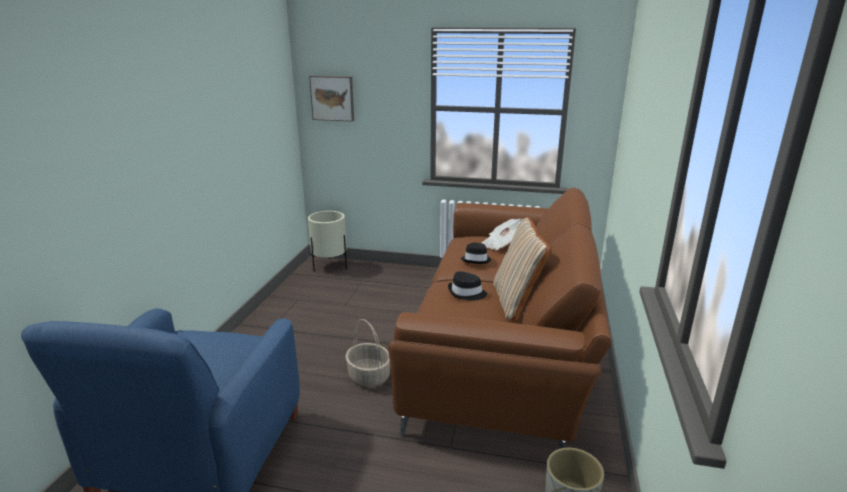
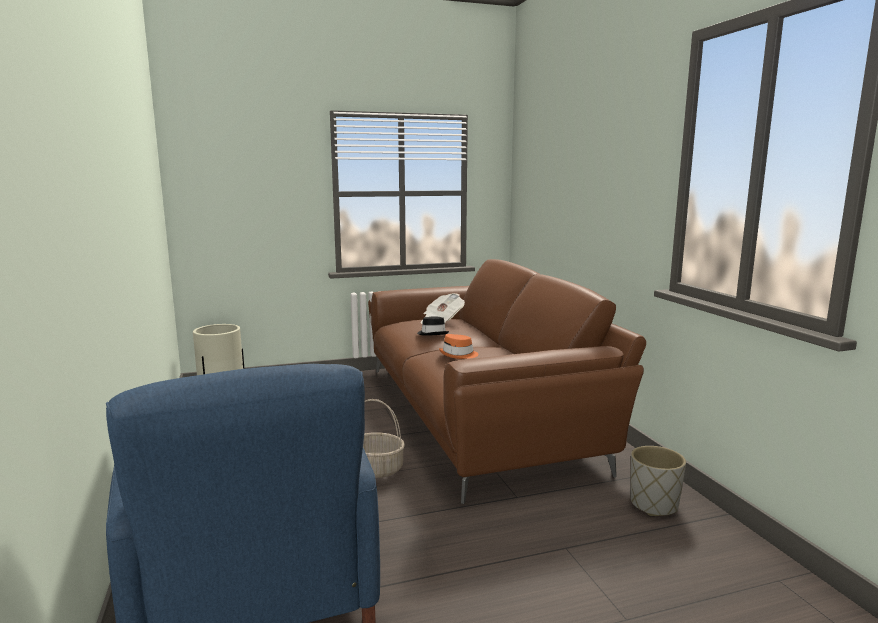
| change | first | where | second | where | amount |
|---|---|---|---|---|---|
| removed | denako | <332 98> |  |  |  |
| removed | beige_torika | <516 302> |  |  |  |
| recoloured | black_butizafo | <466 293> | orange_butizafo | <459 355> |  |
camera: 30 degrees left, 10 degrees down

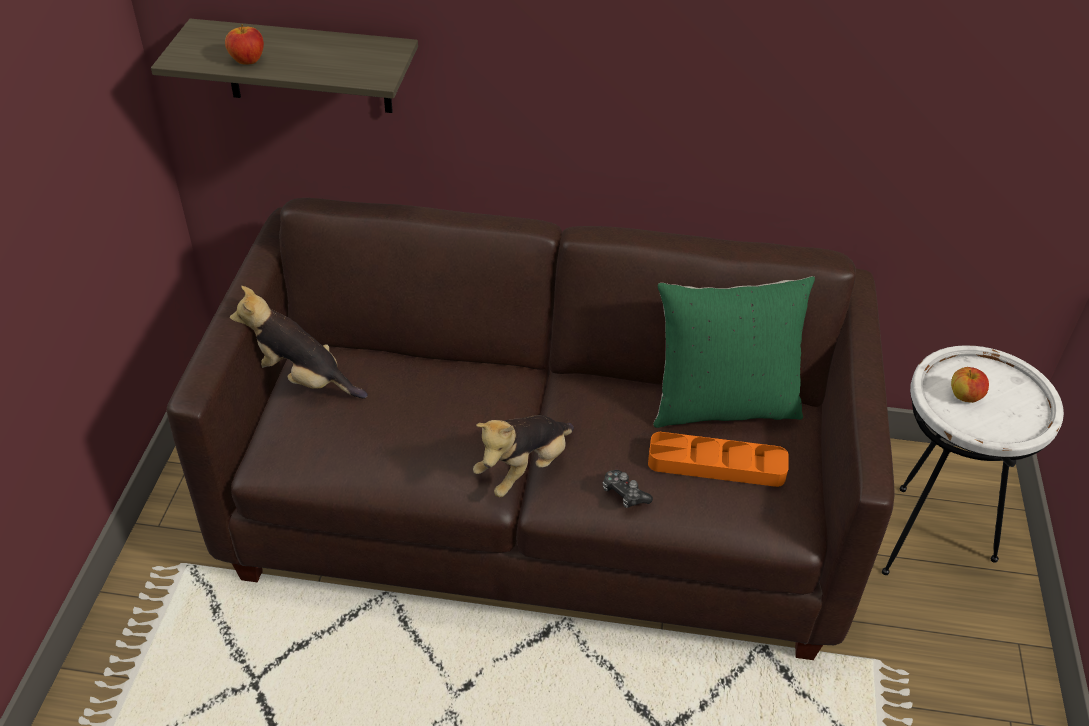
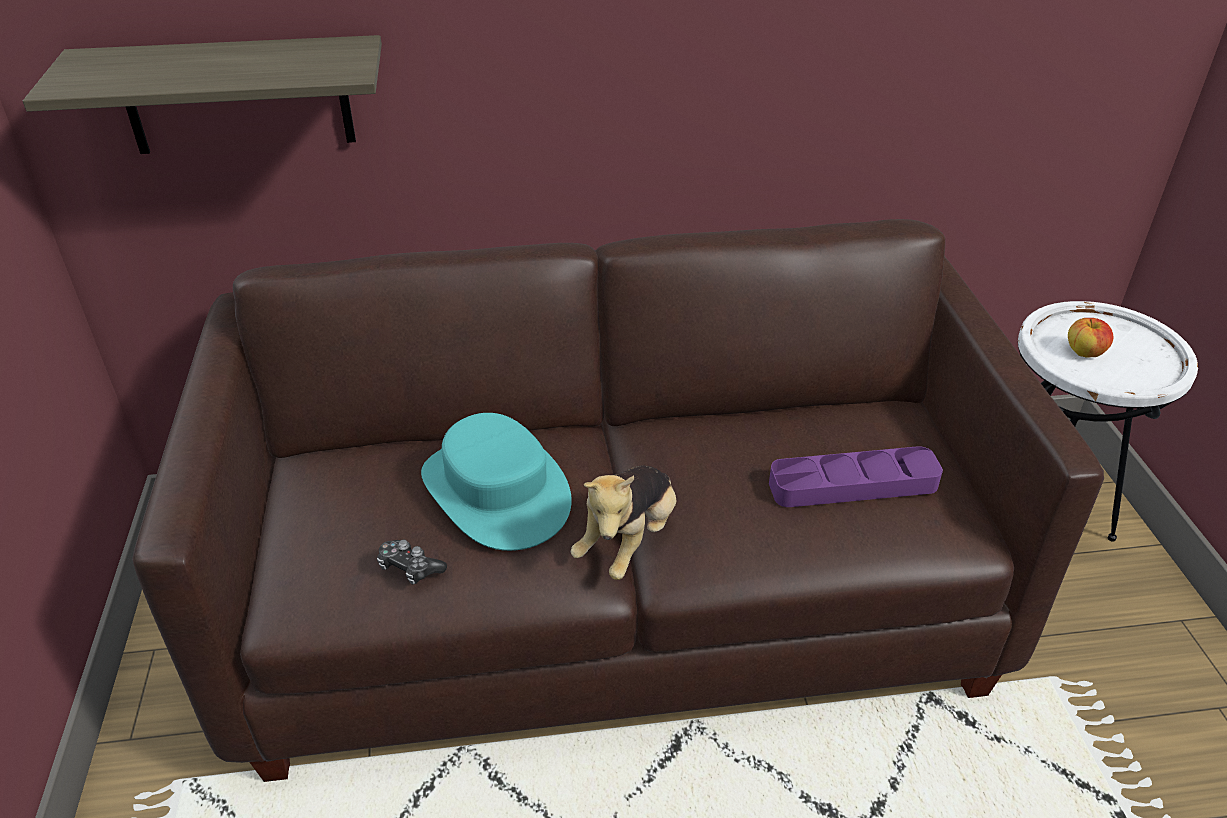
| change | first | where | second | where | amount |
|---|---|---|---|---|---|
| removed | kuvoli | <247 61> |  |  |  |
| removed | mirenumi | <302 379> |  |  |  |
| removed | green_torika | <723 405> |  |  |  |
| added |  |  | turquoise_butizafo | <497 491> |  |
| moved | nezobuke | <624 494> |  | <410 568> |  |
| recoloured | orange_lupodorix | <716 464> | purple_lupodorix | <853 484> |  |
camera: 15 degrees left, 5 degrees down

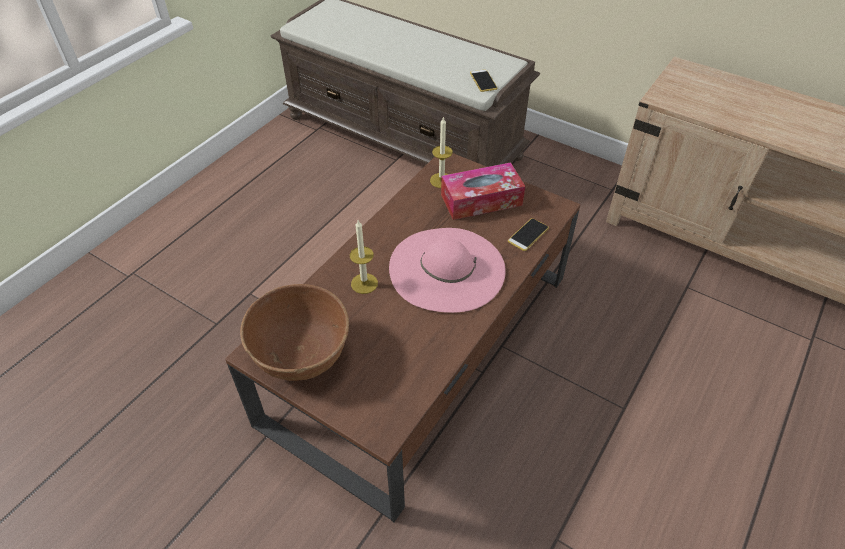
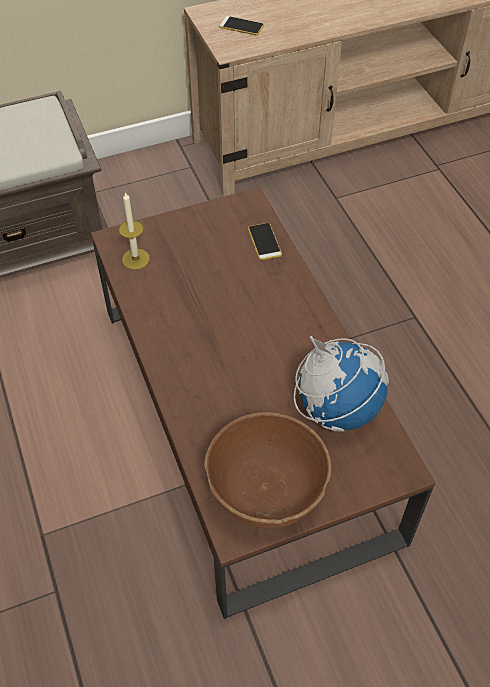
| change | first | where | second | where | amount |
|---|---|---|---|---|---|
| removed | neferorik | <364 283> |  |  |  |
| removed | pink_butizafo | <446 269> |  |  |  |
| removed | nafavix | <481 200> |  |  |  |
| added |  |  | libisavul | <337 408> |  |
| moved | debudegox | <483 81> |  | <241 26> |  |
camera: 55 degrees left, 5 degrees up

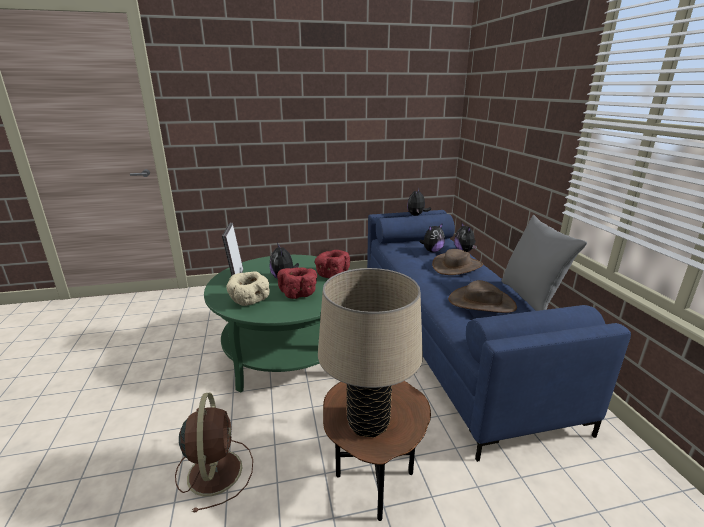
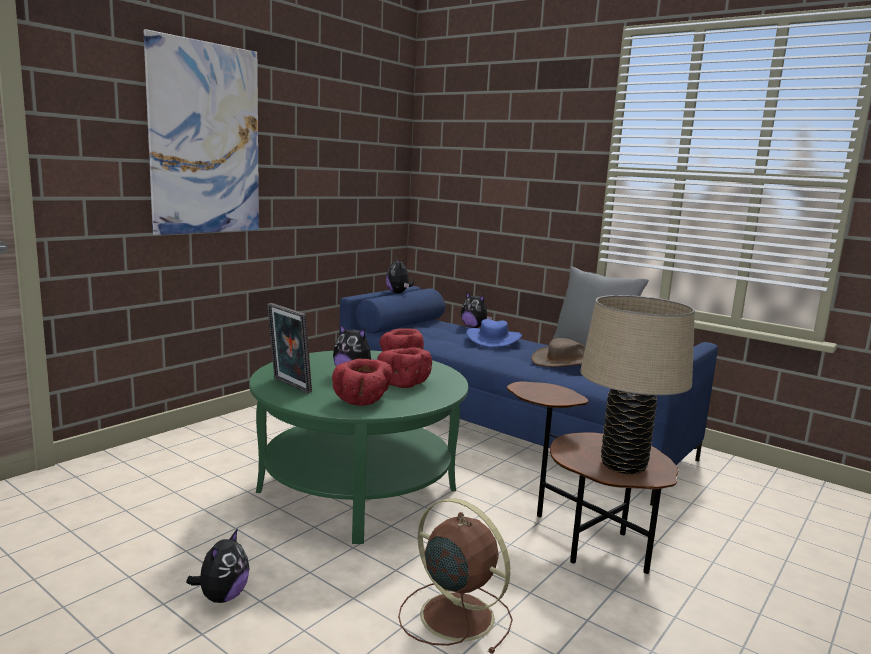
| change | first | where | second | where | amount |
|---|---|---|---|---|---|
| added |  |  | denako | <206 139> |  |
| moved | mirenumi | <432 251> |  | <222 597> |  |
| recoloured | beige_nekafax | <249 301> | red_nekafax | <362 401> |  |
| recoloured | brown_butizafo | <457 266> | blue_butizafo | <493 339> |  |
camera: 40 degrees left, 10 degrees down

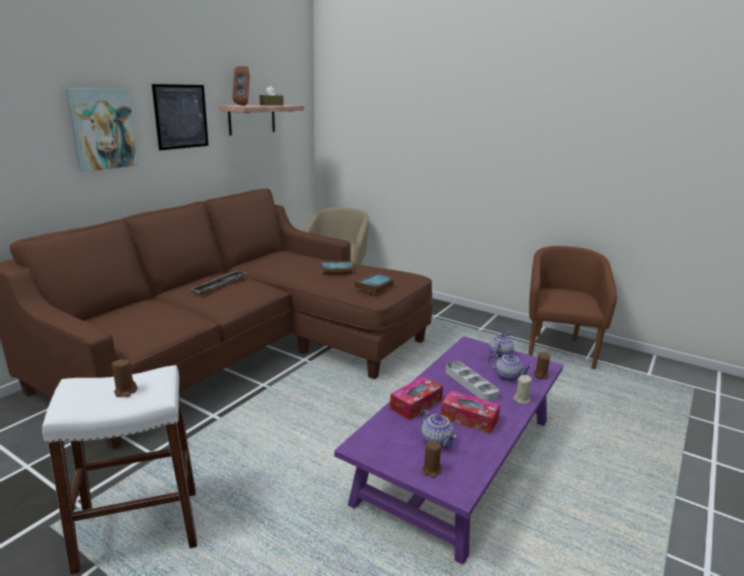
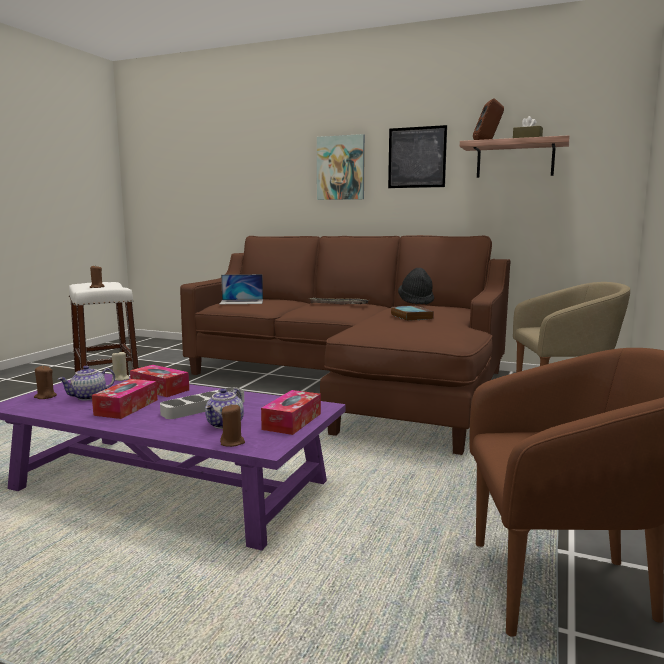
| change | first | where | second | where | amount |
|---|---|---|---|---|---|
| removed | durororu | <374 286> |  |  |  |
| added |  |  | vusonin | <242 302> |  |
| added |  |  | black_butizafo | <416 302> |  |
| moved | beige_neferorik | <521 399> |  | <120 378> |  |
| replaced | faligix | <499 355> | nafavix | <292 421> |  |
camera: 80 degrees right, 10 degrees down

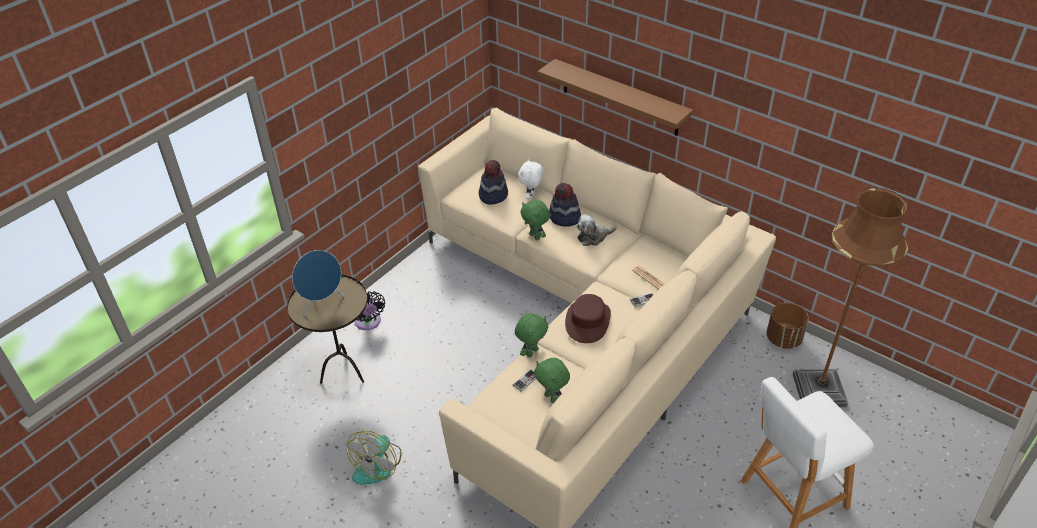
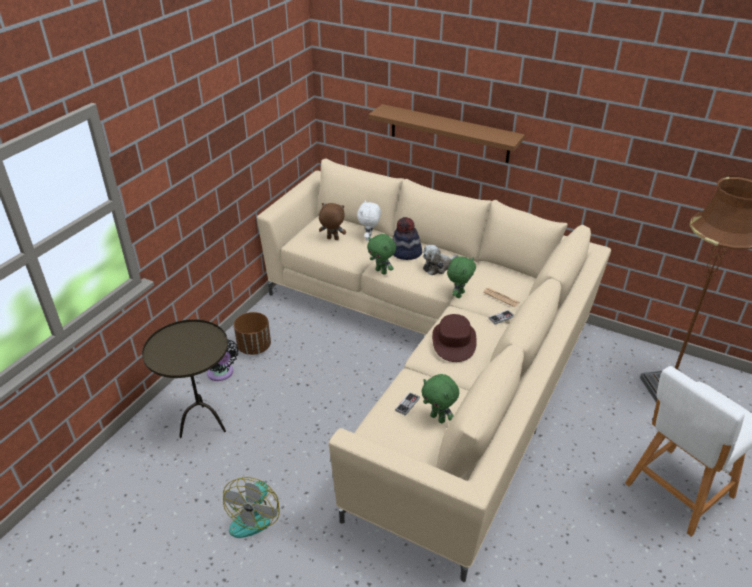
| change | first | where | second | where | amount |
|---|---|---|---|---|---|
| removed | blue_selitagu | <322 303> |  |  |  |
| moved | green_mirenumi | <531 352> |  | <459 294> |  |
| moved | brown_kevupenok | <783 339> |  | <254 347> |  |
| replaced | butizafo | <493 195> | brown_mirenumi | <332 239> |  |
camera: 10 degrees left, 5 degrees down

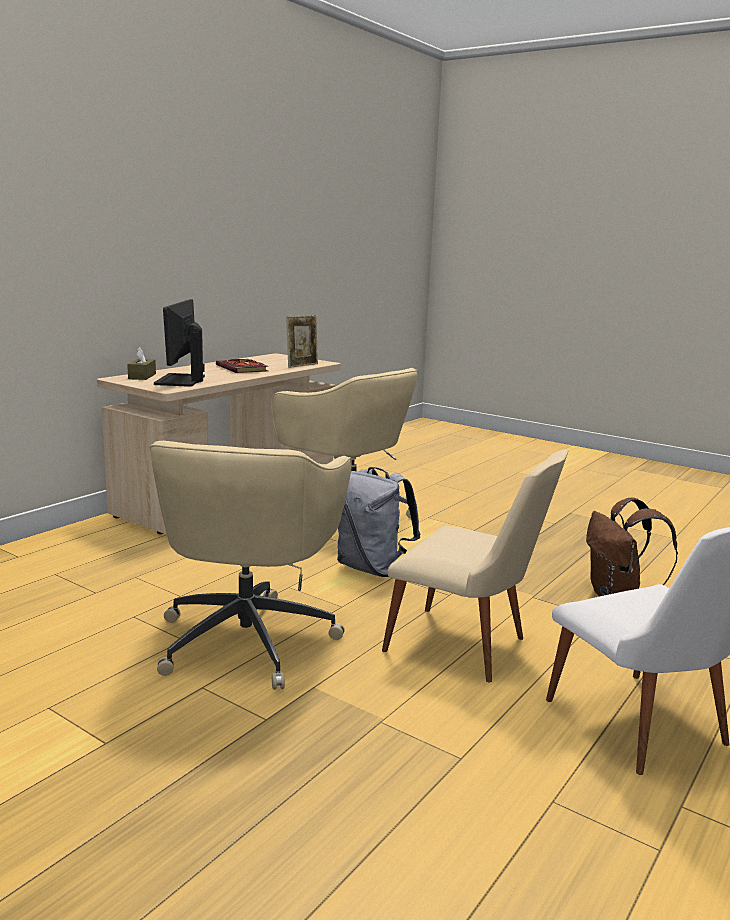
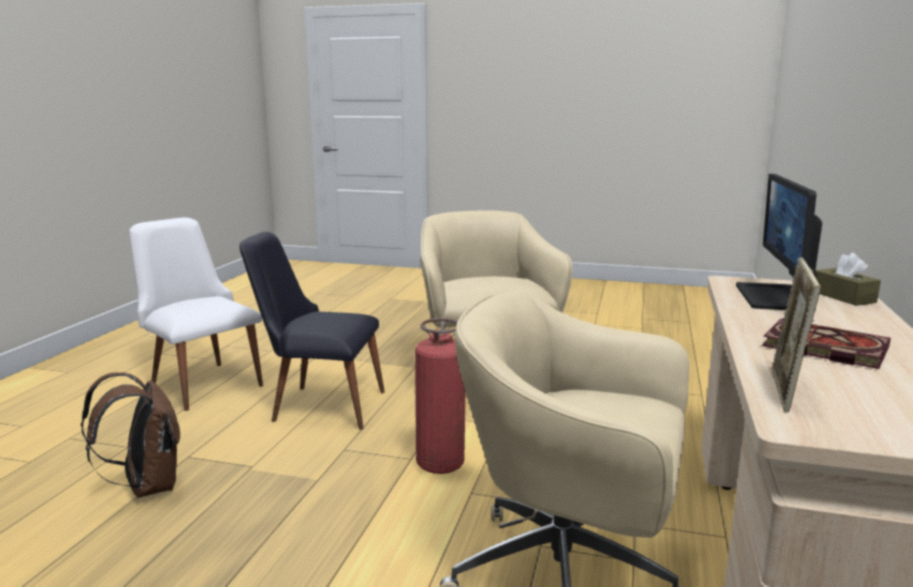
| change | first | where | second | where | amount |
|---|---|---|---|---|---|
| replaced | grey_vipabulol | <372 568> | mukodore | <440 464> |  |
| recoloured | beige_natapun | <468 649> | black_natapun | <318 405> |  |
| turned | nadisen | <181 380> |  | <775 297> | 150 degrees counterclockwise |
camera: 160 degrees right, 0 degrees up

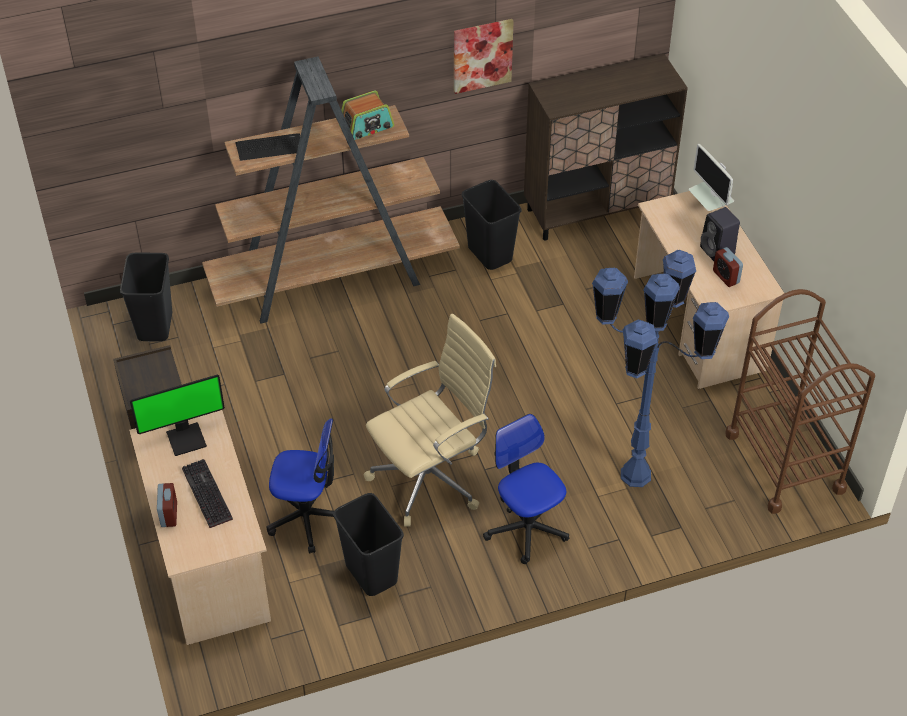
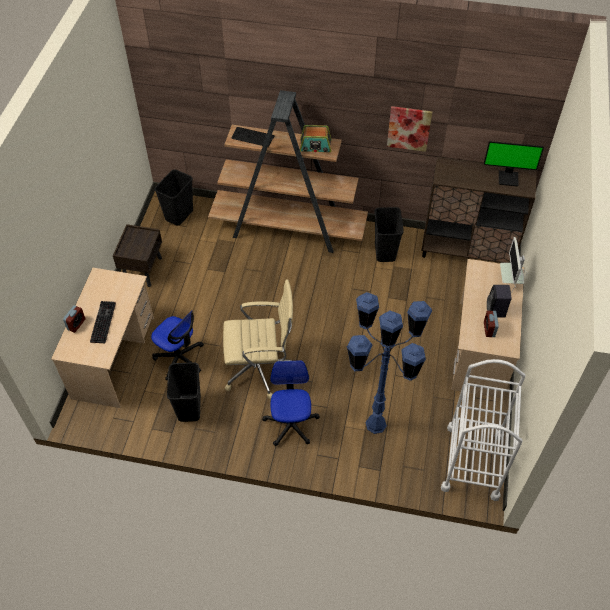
| change | first | where | second | where | amount |
|---|---|---|---|---|---|
| moved | nadisen | <186 438> |  | <508 178> |  |
| recoloured | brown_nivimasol | <784 462> | white_nivimasol | <472 461> |  |
camera: 30 degrees right, 5 degrees up

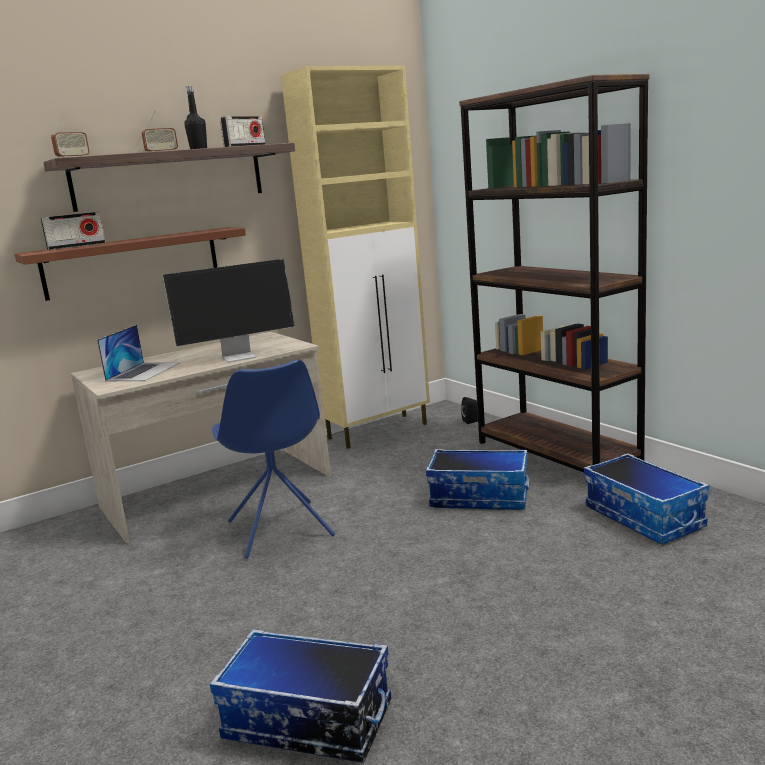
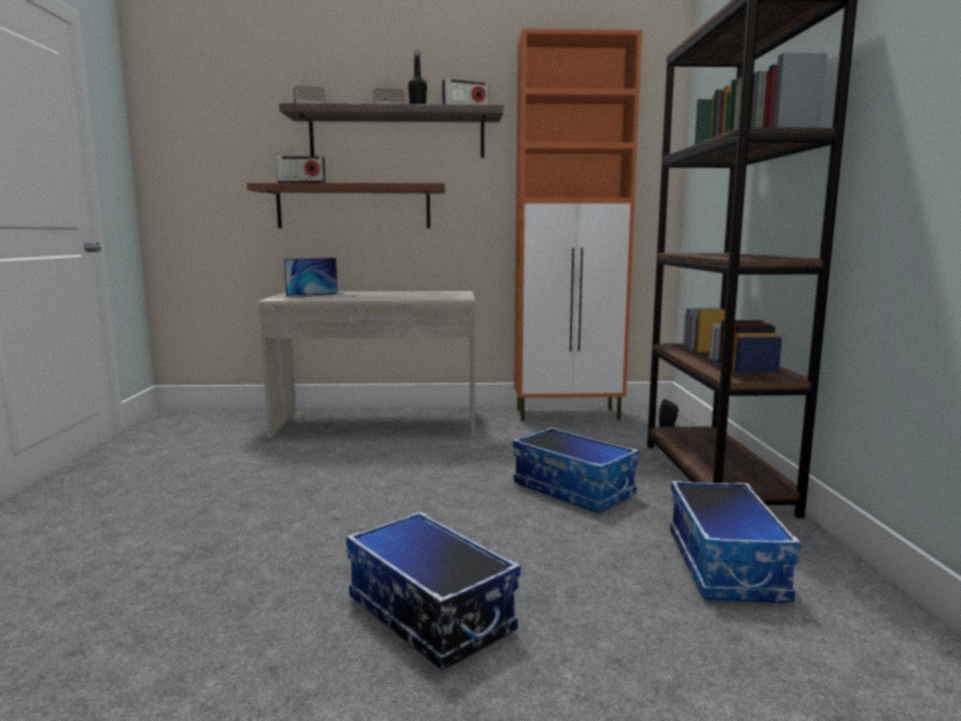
| change | first | where | second | where | amount |
|---|---|---|---|---|---|
| removed | nadisen | <240 356> |  |  |  |
| removed | blue_natapun | <280 530> |  |  |  |
| moved | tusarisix | <306 722> |  | <427 615> |  |
| recoloured | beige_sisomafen | <379 431> | orange_sisomafen | <569 414> |  |
camera: 30 degrees right, 5 degrees down

